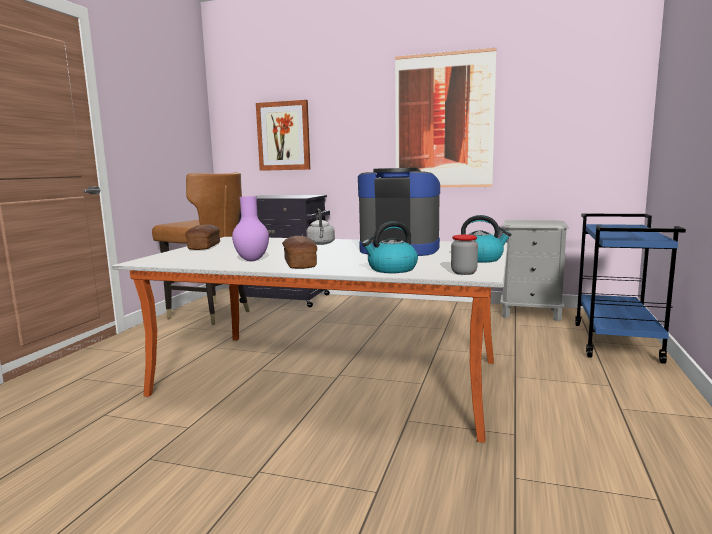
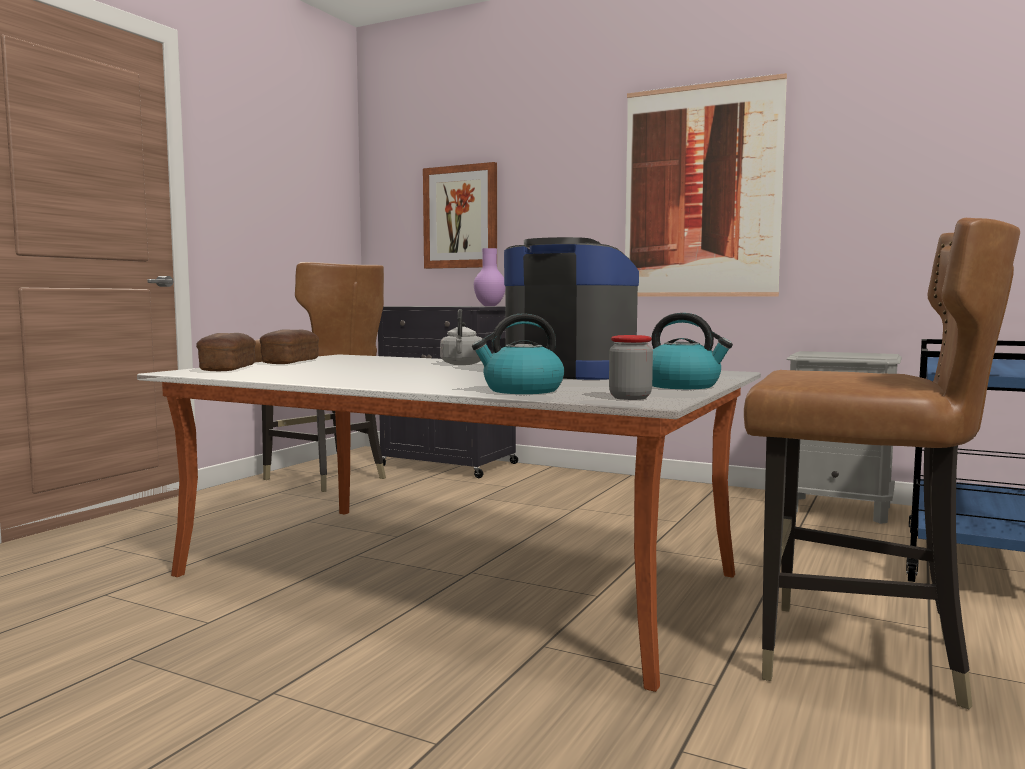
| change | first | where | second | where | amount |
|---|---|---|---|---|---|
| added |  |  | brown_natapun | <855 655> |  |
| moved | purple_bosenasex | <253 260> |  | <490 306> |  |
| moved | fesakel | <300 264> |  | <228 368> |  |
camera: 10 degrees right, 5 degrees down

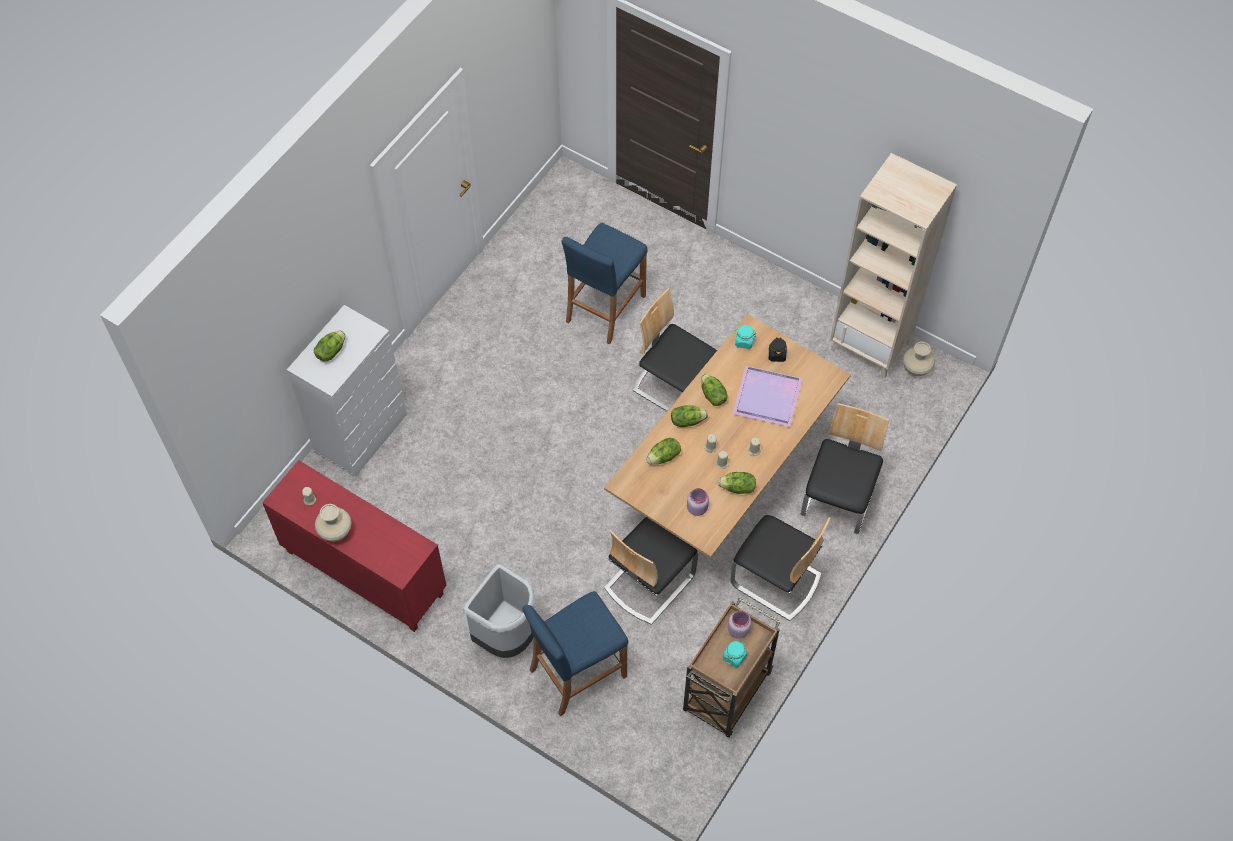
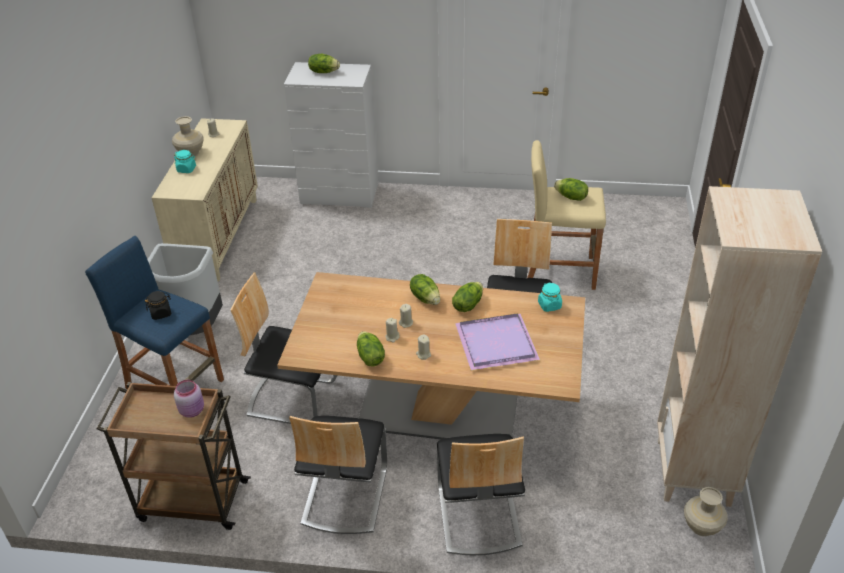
| change | first | where | second | where | amount |
|---|---|---|---|---|---|
| removed | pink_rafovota | <697 508> |  |  |  |
| moved | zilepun | <664 457> |  | <571 197> |  |
| moved | turquoise_rafovota | <734 657> |  | <186 169> |  |
| moved | black_rafovota | <777 355> |  | <161 313> |  |
| recoloured | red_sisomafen | <363 573> | beige_sisomafen | <218 236> |  |
| recoloured | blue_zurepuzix | <605 308> | beige_zurepuzix | <559 271> |  |
| turned | natapun | <839 498> |  | <478 514> | 90 degrees clockwise |
camera: 65 degrees right, 20 degrees down

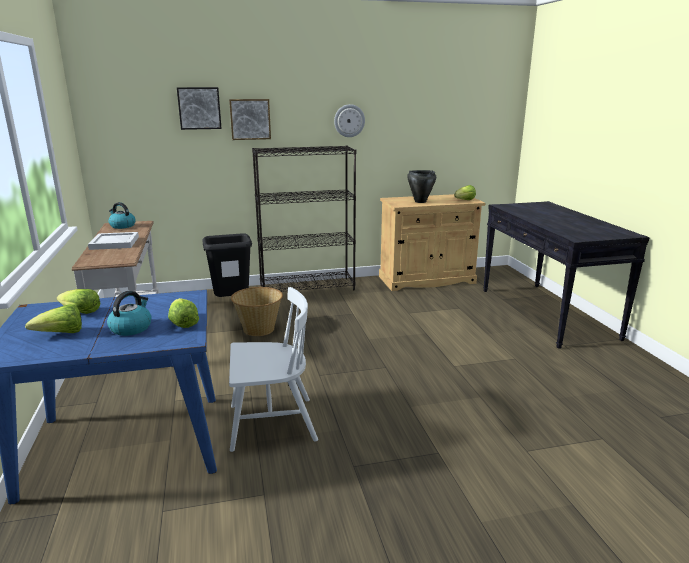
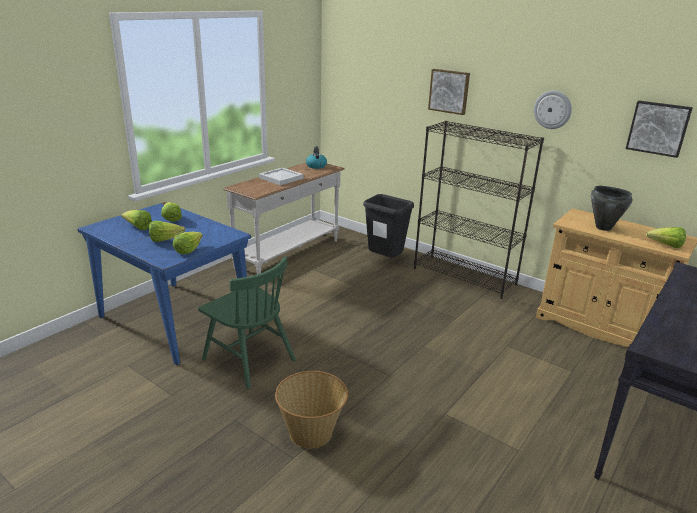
| change | first | where | second | where | amount |
|---|---|---|---|---|---|
| moved | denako | <199 108> |  | <658 128> |  |
| moved | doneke | <259 329> |  | <311 432> |  |
| replaced | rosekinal | <131 328> | zilepun | <165 240> |  |
| recoloured | white_natapun | <271 423> | green_natapun | <248 359> |  |
camera: 50 degrees right, 5 degrees up

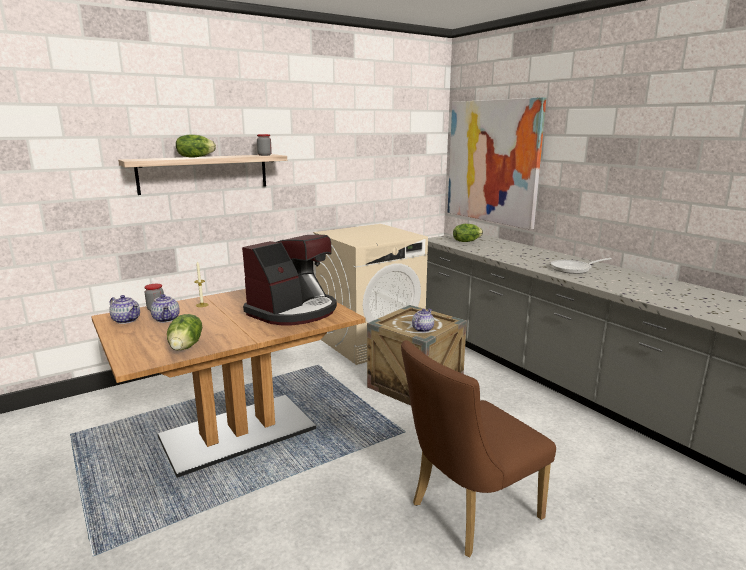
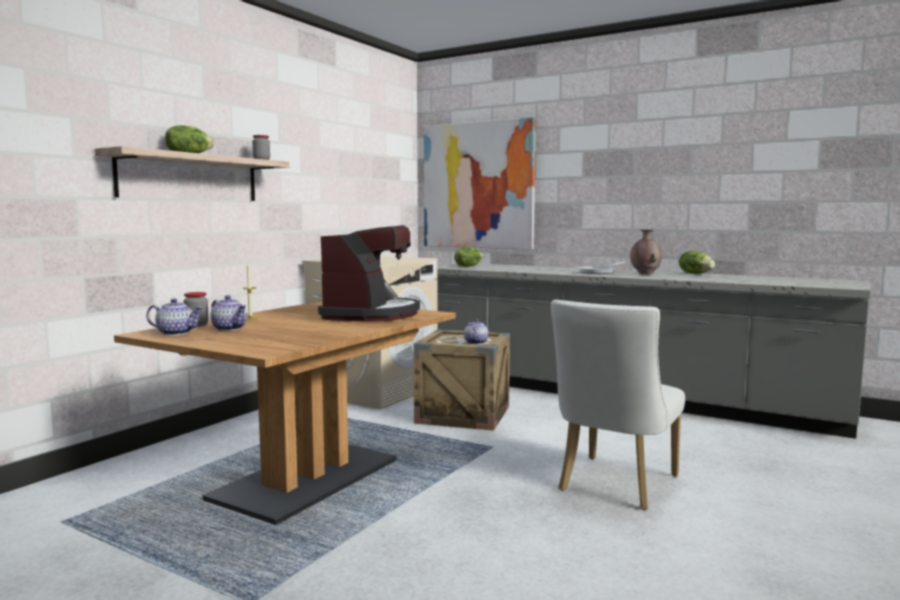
| change | first | where | second | where | amount |
|---|---|---|---|---|---|
| added |  |  | brown_bosenasex | <645 274> |  |
| moved | zilepun | <186 346> |  | <695 273> |  |
| recoloured | brown_natapun | <468 514> | white_natapun | <614 486> |  |
camera: 25 degrees left, 10 degrees down

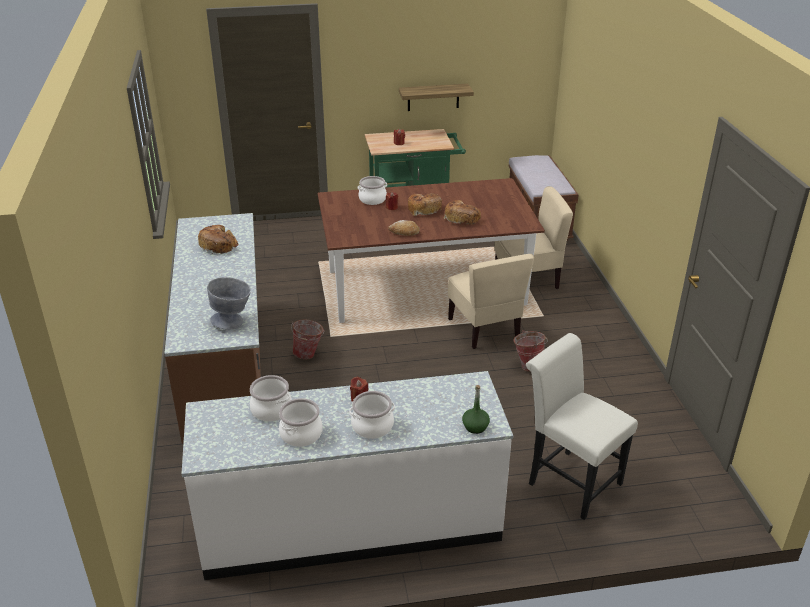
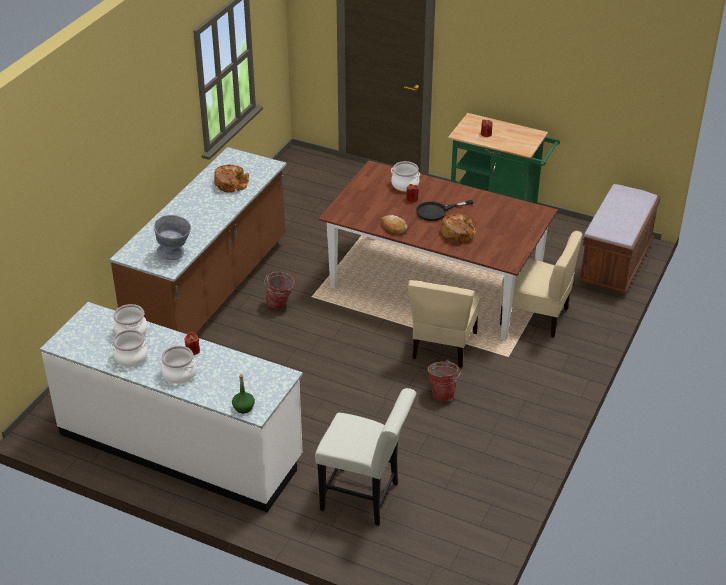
| change | first | where | second | where | amount |
|---|---|---|---|---|---|
| removed | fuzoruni | <433 97> |  |  |  |
| replaced | fesakel | <424 209> | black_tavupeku | <437 211> |  |
| turned | white_natapun | <569 480> |  | <365 498> | 120 degrees clockwise |
camera: 35 degrees right, 5 degrees up

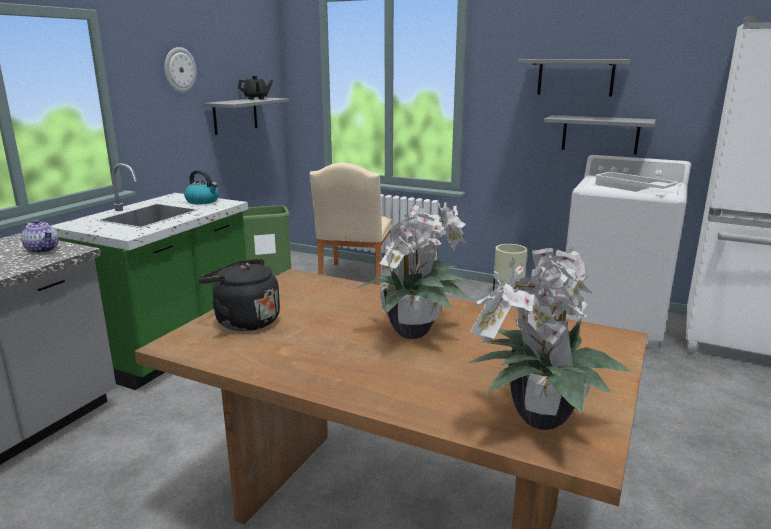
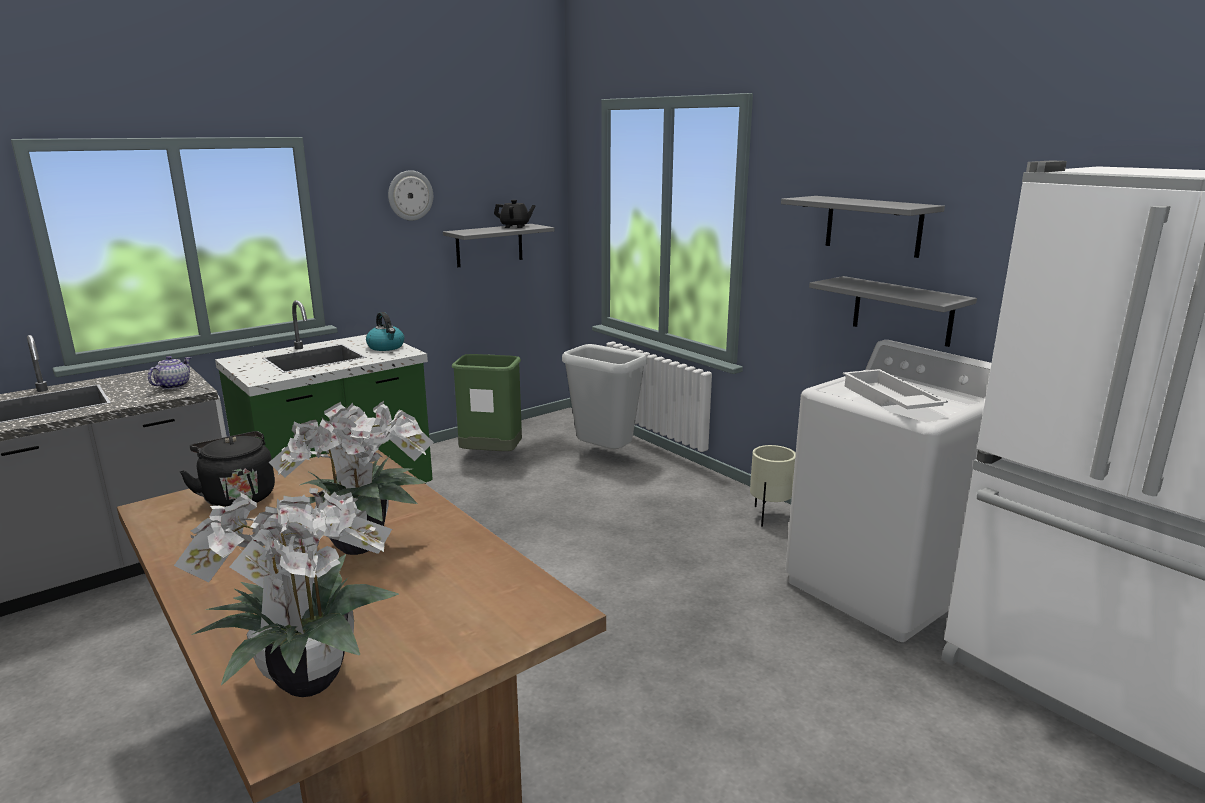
| change | first | where | second | where | amount |
|---|---|---|---|---|---|
| replaced | beige_natapun | <354 278> | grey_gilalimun | <603 455> |  |
| turned | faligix | <43 250> |  | <173 386> | 135 degrees counterclockwise |
camera: 25 degrees right, 0 degrees up

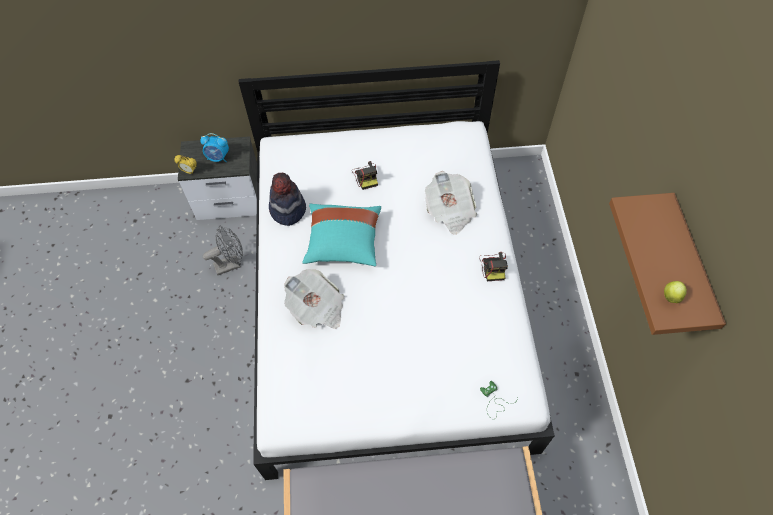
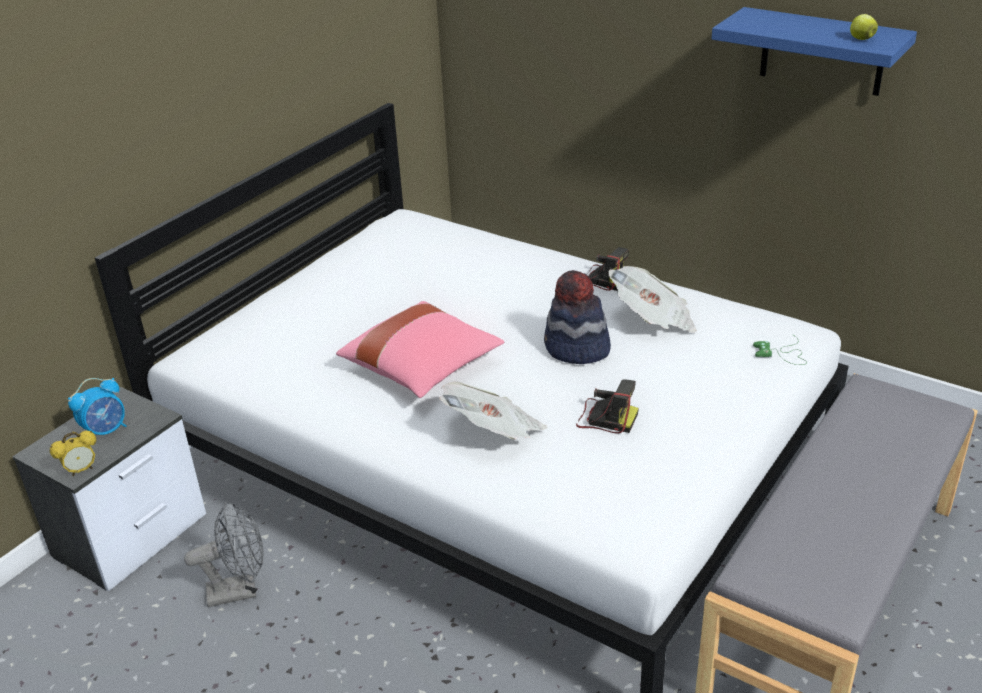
| change | first | where | second | where | amount |
|---|---|---|---|---|---|
| moved | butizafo | <287 210> |  | <576 349> |  |
| moved | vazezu | <366 176> |  | <605 418> |  |
| moved | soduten | <450 211> |  | <653 320> |  |
| recoloured | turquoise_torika | <343 242> | pink_torika | <423 368> |  |
| recoloured | brown_fuzoruni | <687 269> | blue_fuzoruni | <822 52> |  |
| turned | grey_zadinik | <231 264> |  | <240 590> | 60 degrees clockwise |
camera: 50 degrees left, 25 degrees down

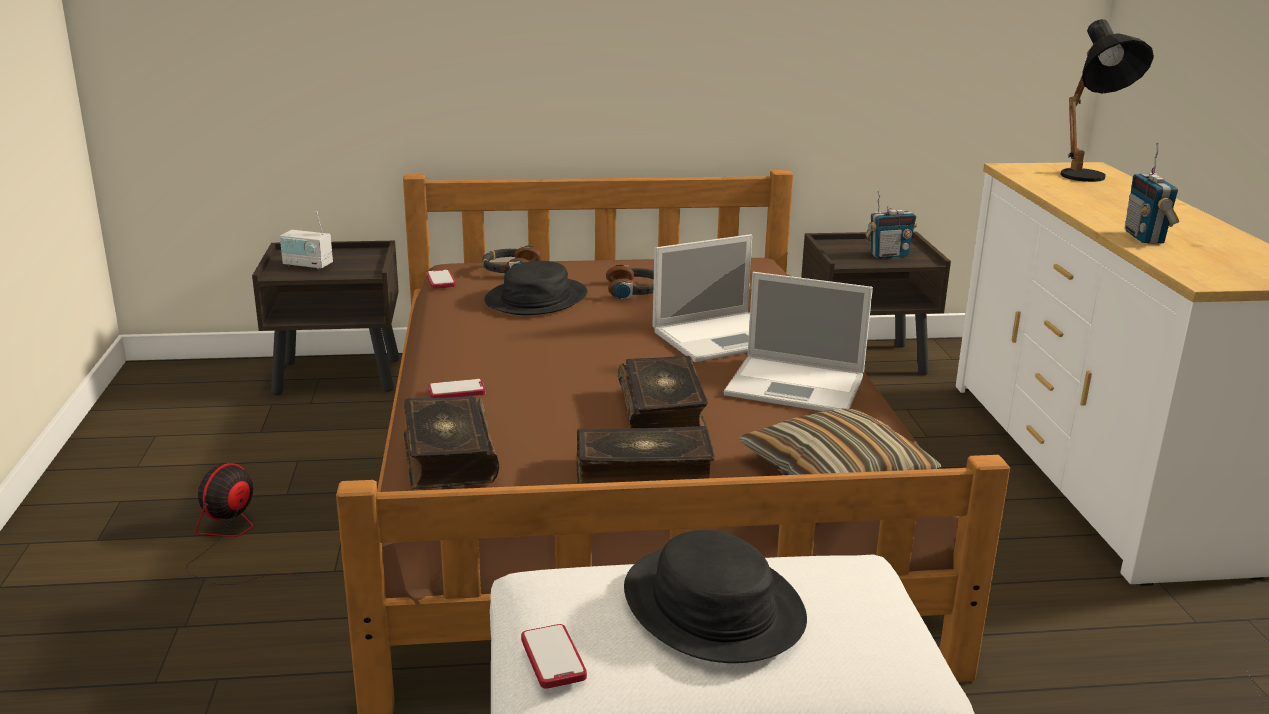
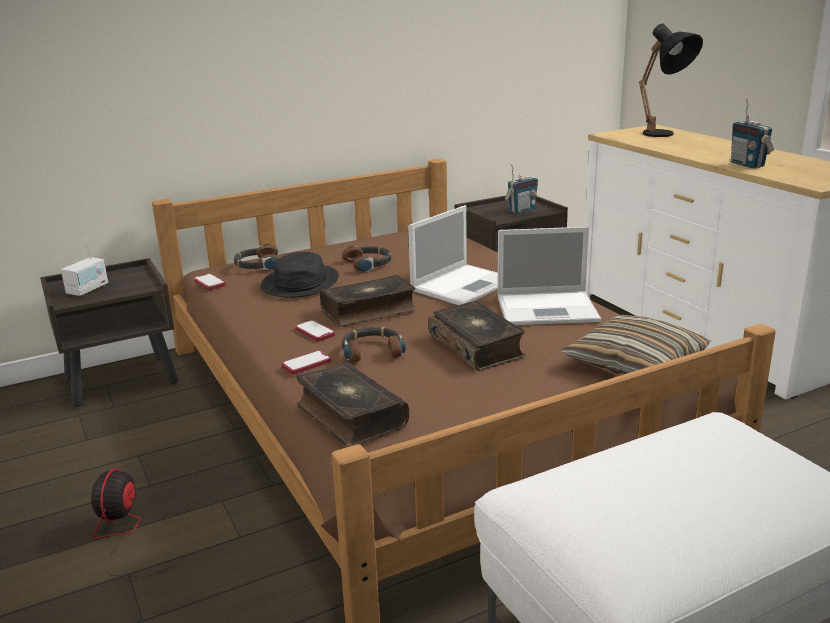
| change | first | where | second | where | amount |
|---|---|---|---|---|---|
| removed | black_butizafo | <712 606> |  |  |  |
| added |  |  | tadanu | <372 351> |  |
| moved | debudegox | <553 658> |  | <315 332> |  |
| moved | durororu | <643 477> |  | <369 311> |  |
| turned | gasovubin | <308 265> |  | <88 290> | 60 degrees counterclockwise |
camera: 20 degrees left, 0 degrees up

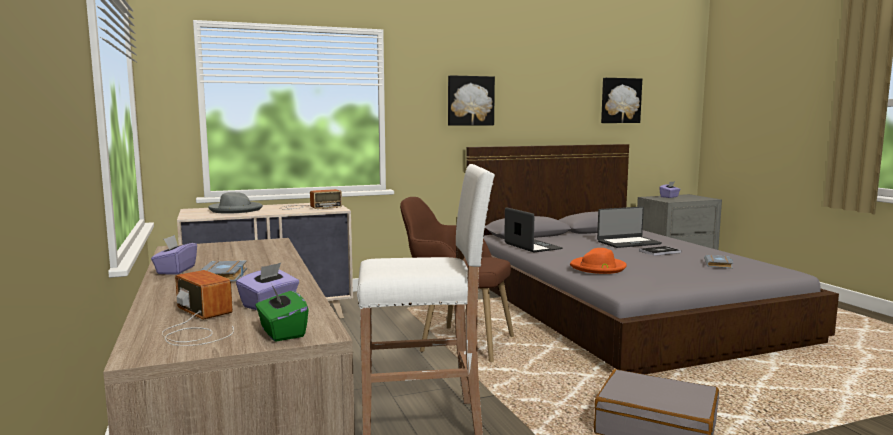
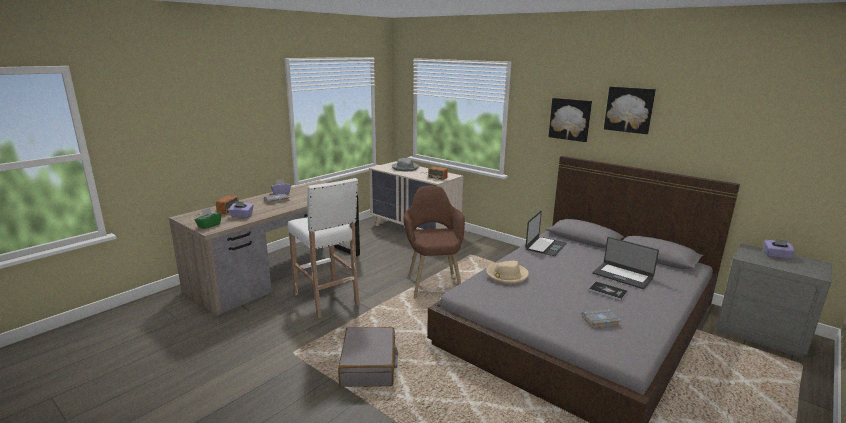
| change | first | where | second | where | amount |
|---|---|---|---|---|---|
| moved | denako | <620 100> |  | <629 109> |  |
| recoloured | orange_butizafo | <598 268> | beige_butizafo | <506 275> |  |
camera: 60 degrees right, 10 degrees up

